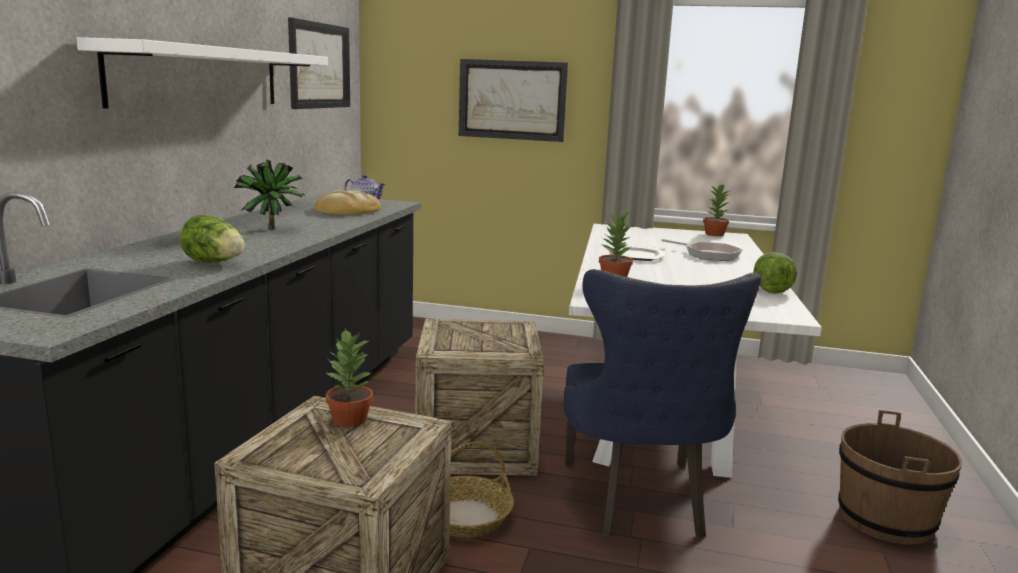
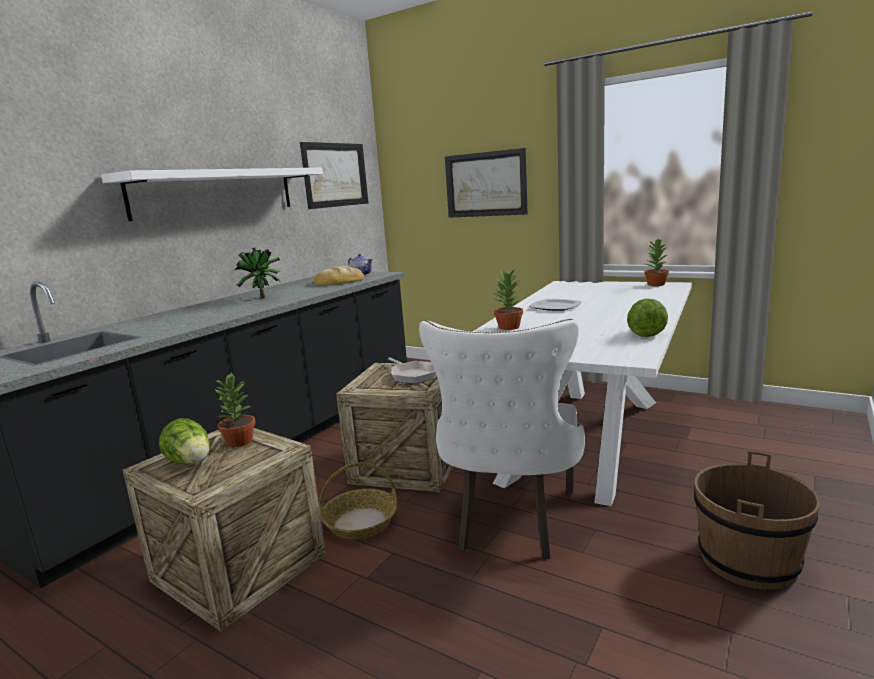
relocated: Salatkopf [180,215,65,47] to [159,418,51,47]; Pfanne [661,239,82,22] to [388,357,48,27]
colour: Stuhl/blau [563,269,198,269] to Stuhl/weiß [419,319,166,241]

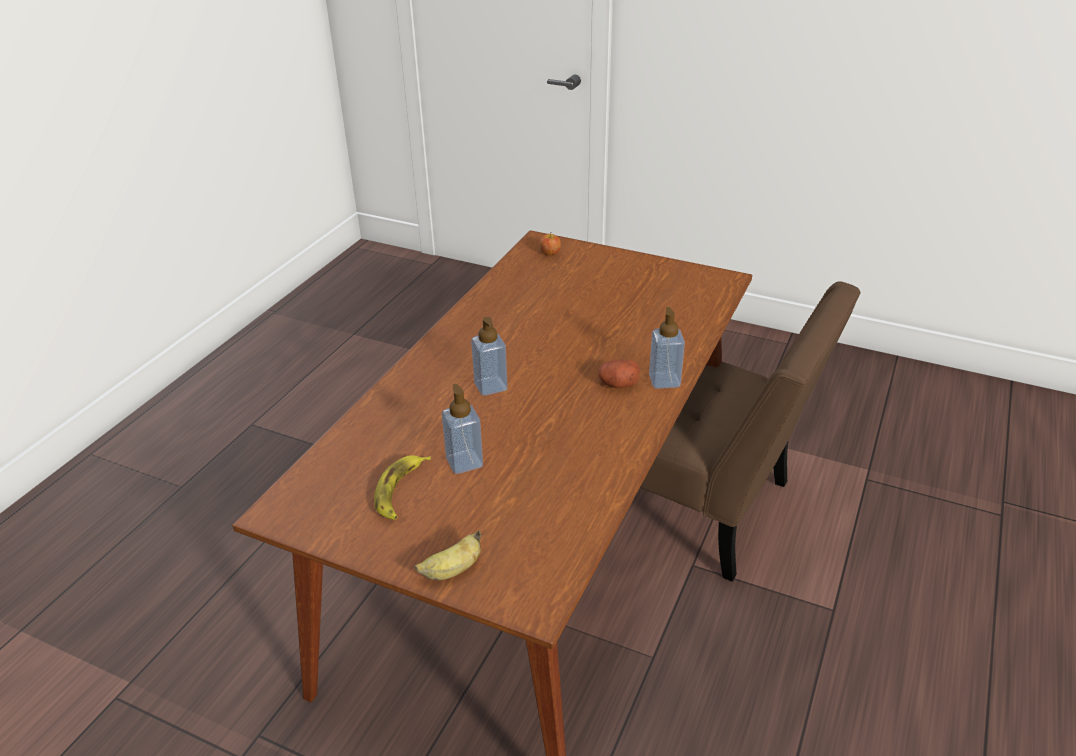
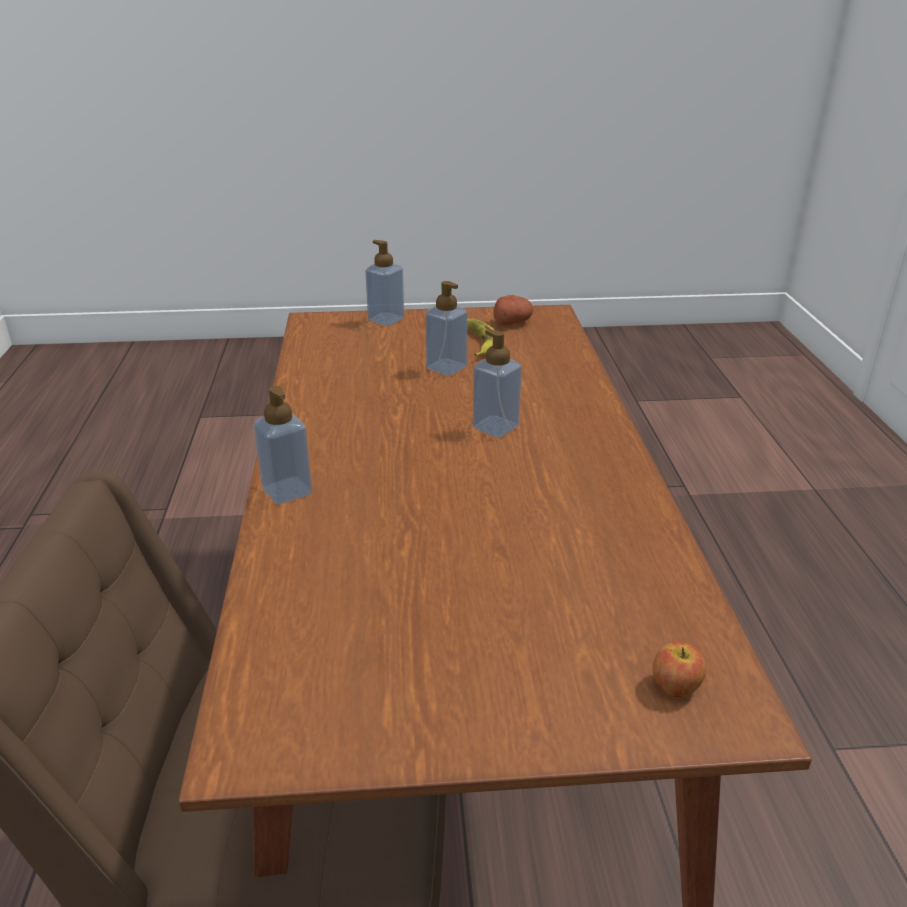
relocated: Kartoffel [598,360,42,28] to [493,295,40,31]
exchanged: Banane [415,530,66,50] to Seifenspender [365,240,39,86]

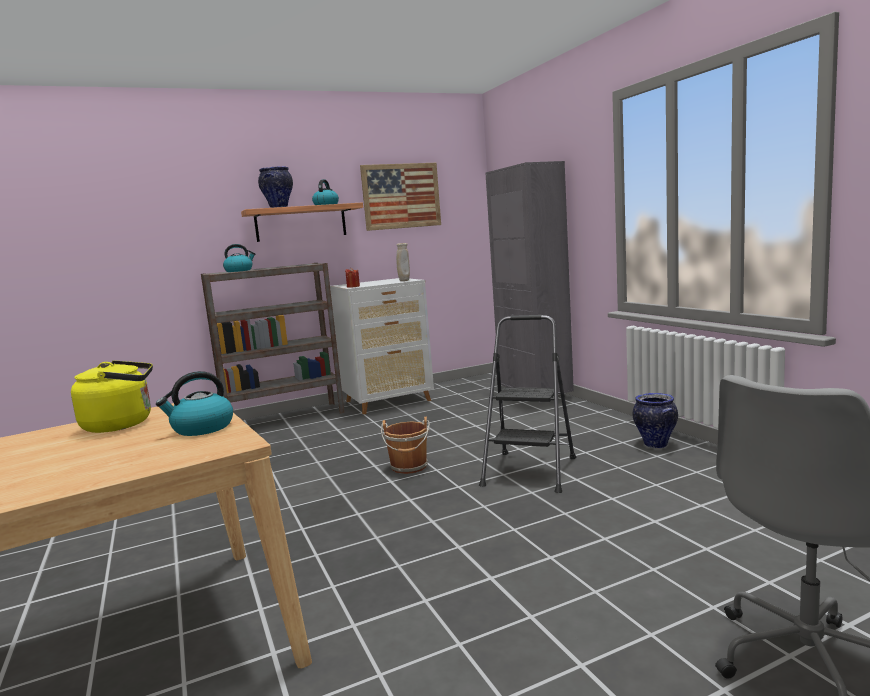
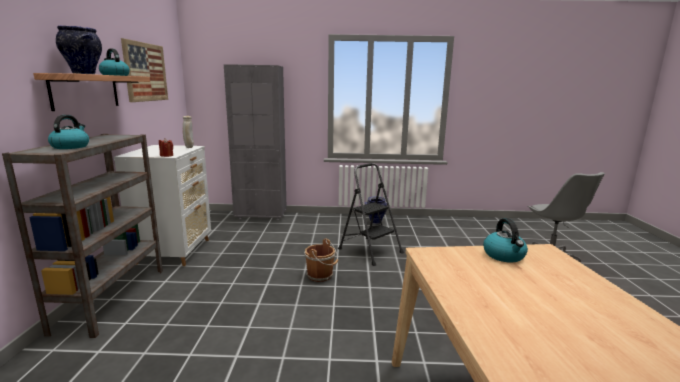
missing: Wasserkessel/gelb [71,361,82,72]

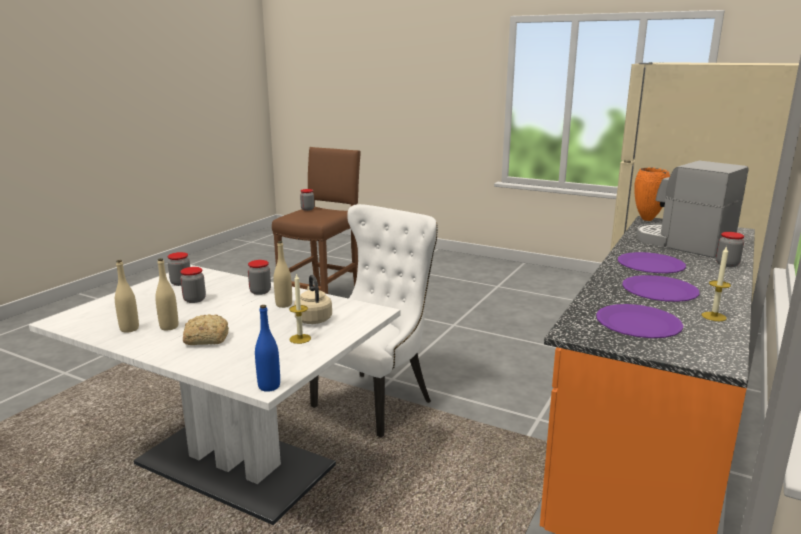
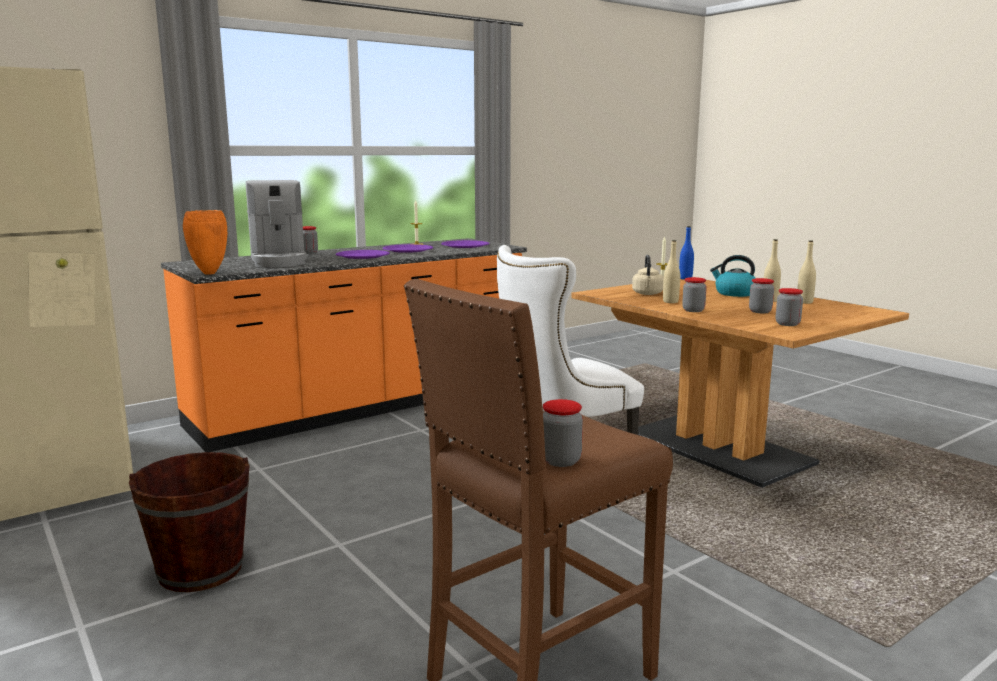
appeared: Eimer/braun [129,452,121,140]
exchanged: Brot [183,314,46,31] to Wasserkessel [710,255,45,42]
colour: Esstisch/weiß [29,265,371,260] to Esstisch/braun [571,279,338,209]

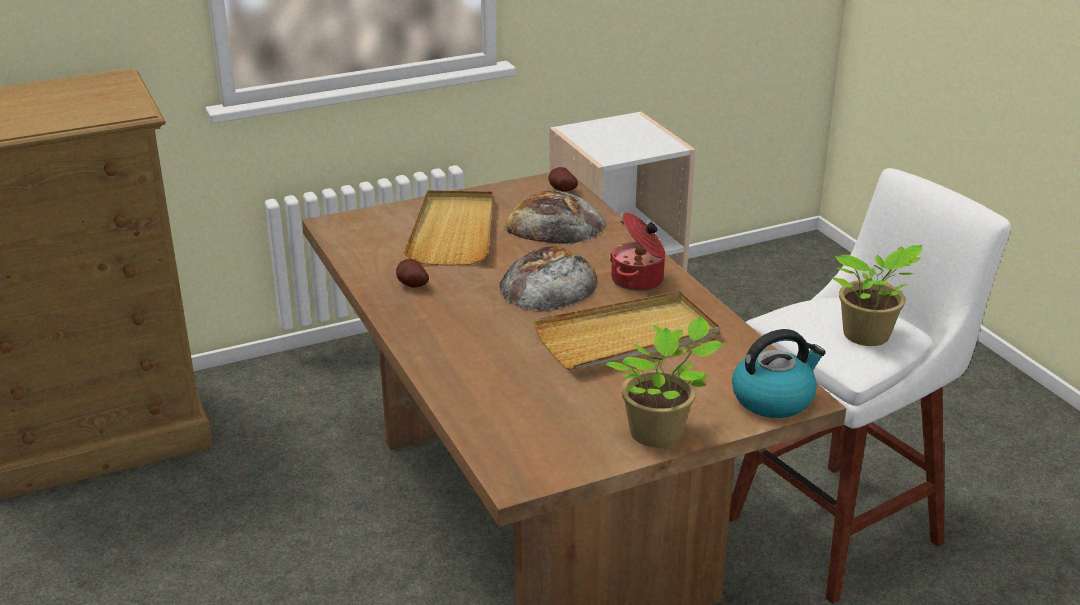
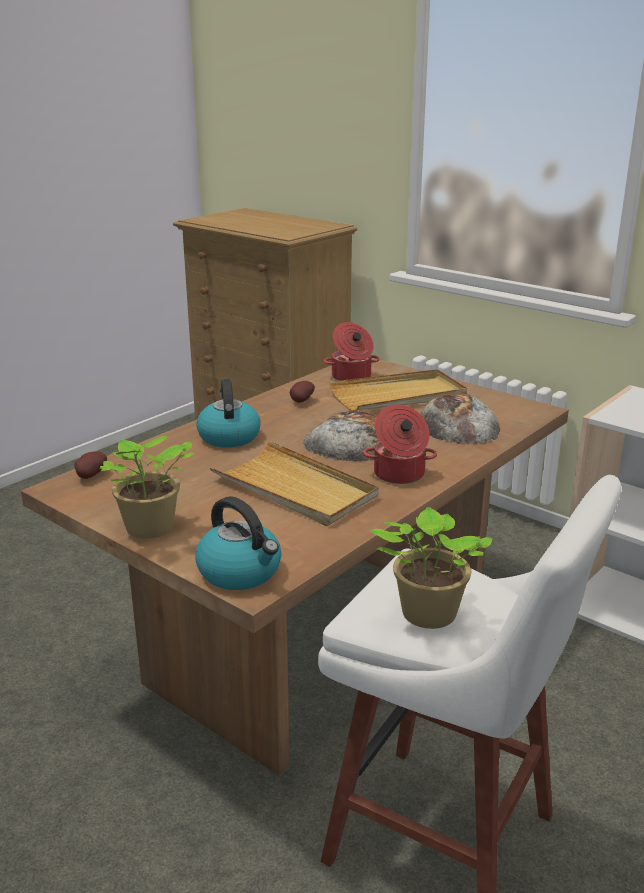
appeared: Wasserkessel [196,379,65,69]; Kochtopf [324,322,56,59]
relocated: Kartoffel [549,167,29,25] to [74,451,33,28]

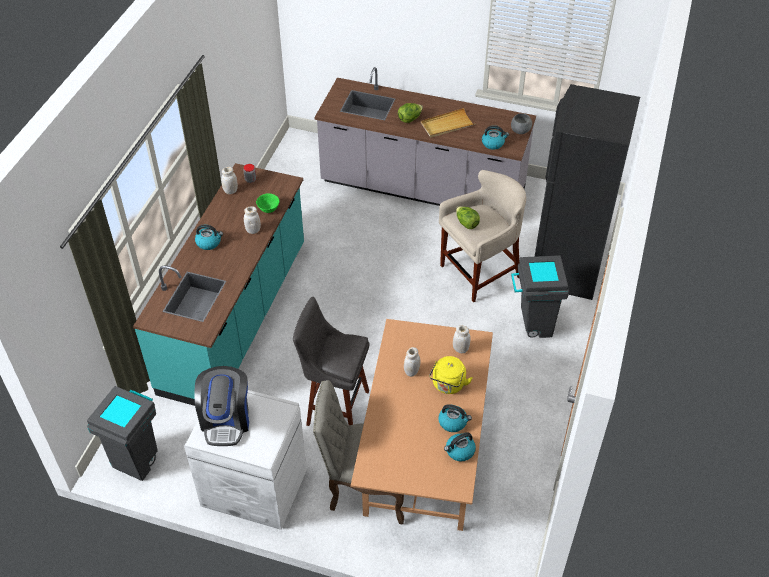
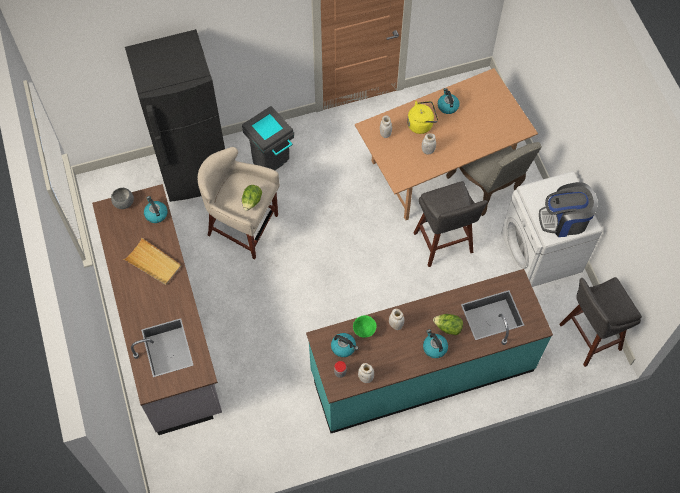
relocated: Wasserkessel [444,433,32,29] to [331,333,27,24]; Salatkopf [398,103,25,20] to [433,314,30,21]
exchanged: Mülleimer/grau [87,386,71,95] to Hocker/grau [559,277,83,90]
spun: Kaffeemaschine [194,366,55,80] = [539,182,59,55] 150 degrees counterclockwise

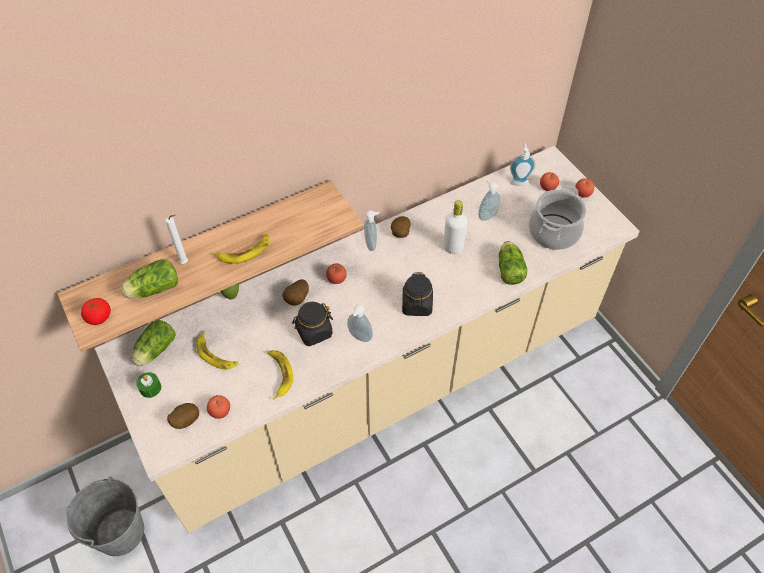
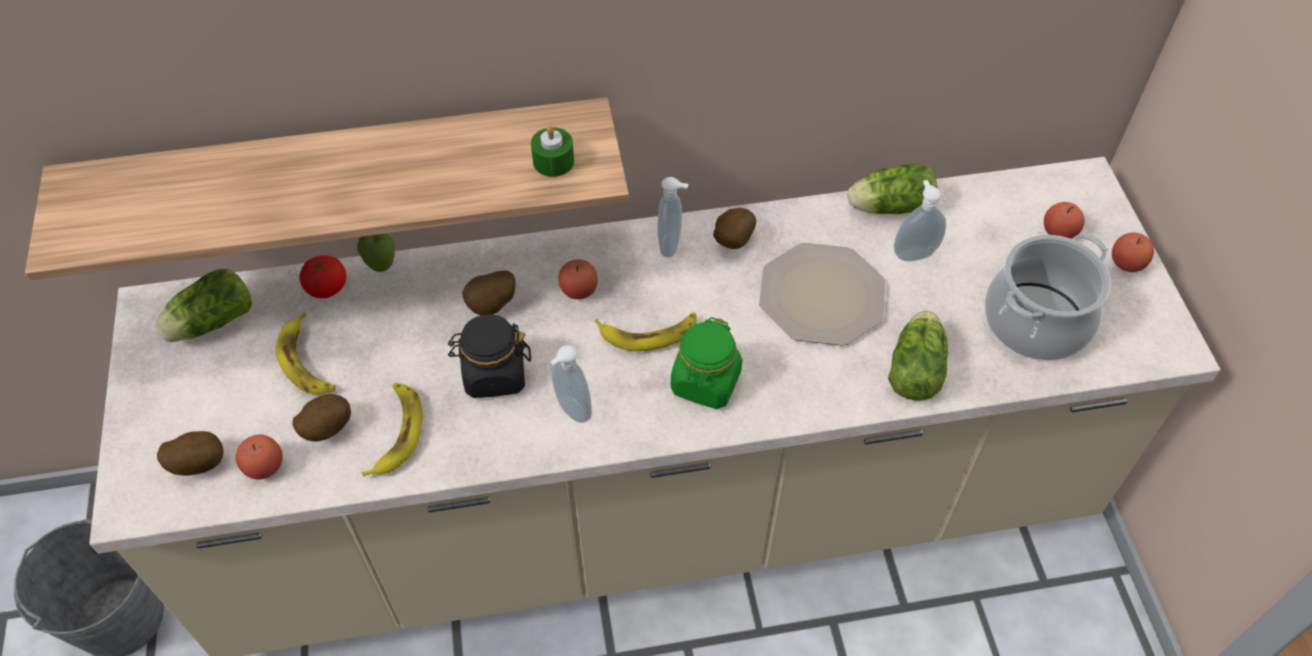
missing: Kerze/weiß [165,215,23,49]; Seifenspender [510,142,25,44]
appeared: Kartoffel [292,394,59,48]
relocated: Tomate [81,298,30,27] to [299,255,47,43]; Kerze/grün [136,372,25,26] to [531,125,43,52]; Banane [213,234,57,30] to [594,312,102,39]; Salatkopf [121,259,57,40] to [848,163,89,51]
exchanged: Flasche/weiß [444,200,24,54] to Teller [759,243,127,103]
colour: Vorratsglas/schwarz [402,272,31,44] to Vorratsglas/grün [671,317,71,92]

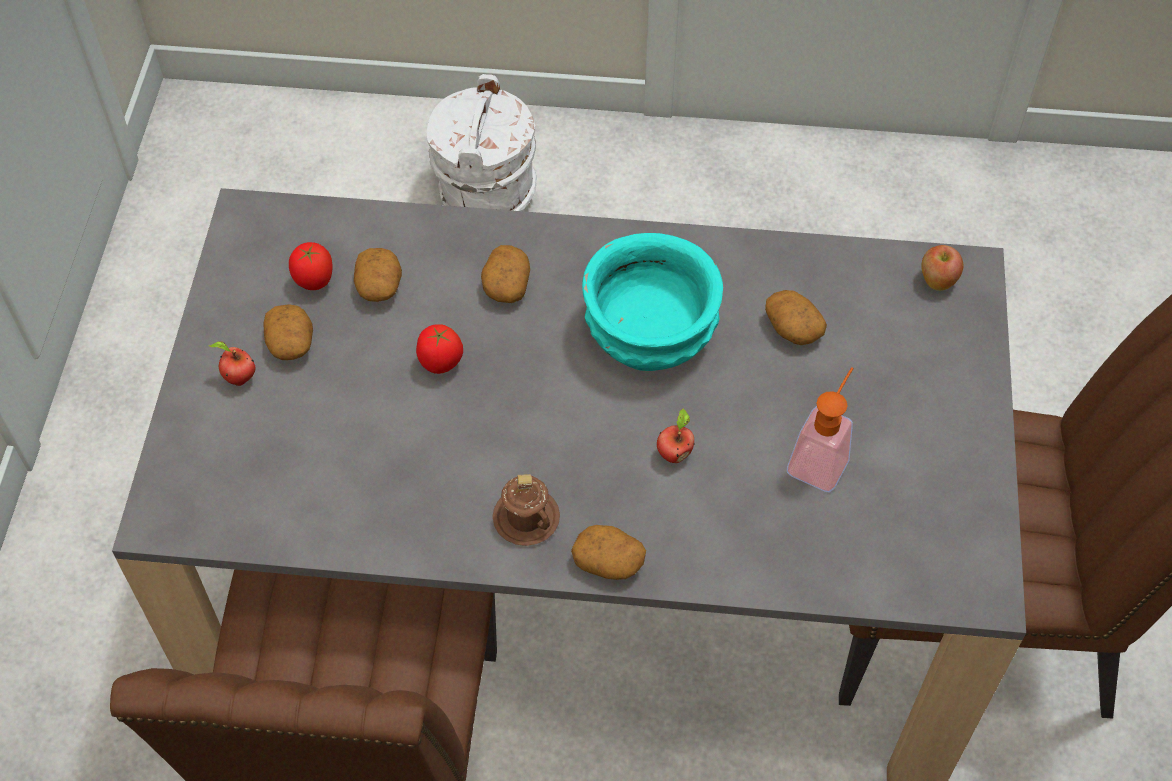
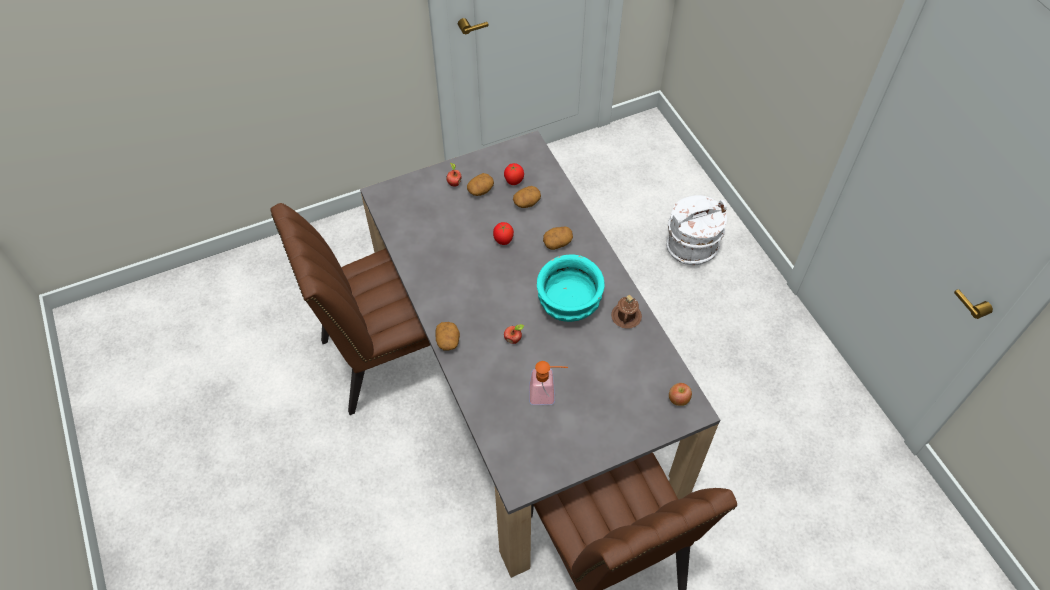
missing: Kartoffel [765,290,62,55]
relocated: Henkelbecher/braun [492,474,68,72] to [611,295,31,34]

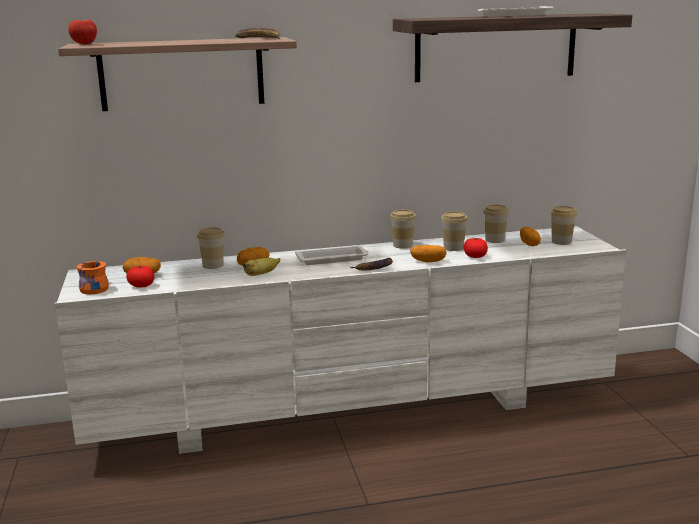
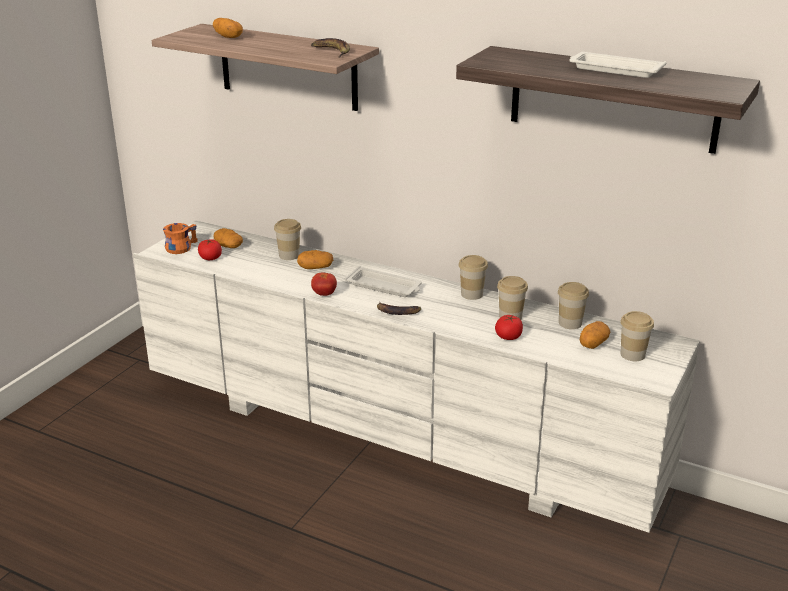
missing: Banane [243,257,37,19]
relocated: Kartoffel [410,245,37,17] to [213,18,30,20]; Tomate [68,20,29,25] to [311,273,26,23]

